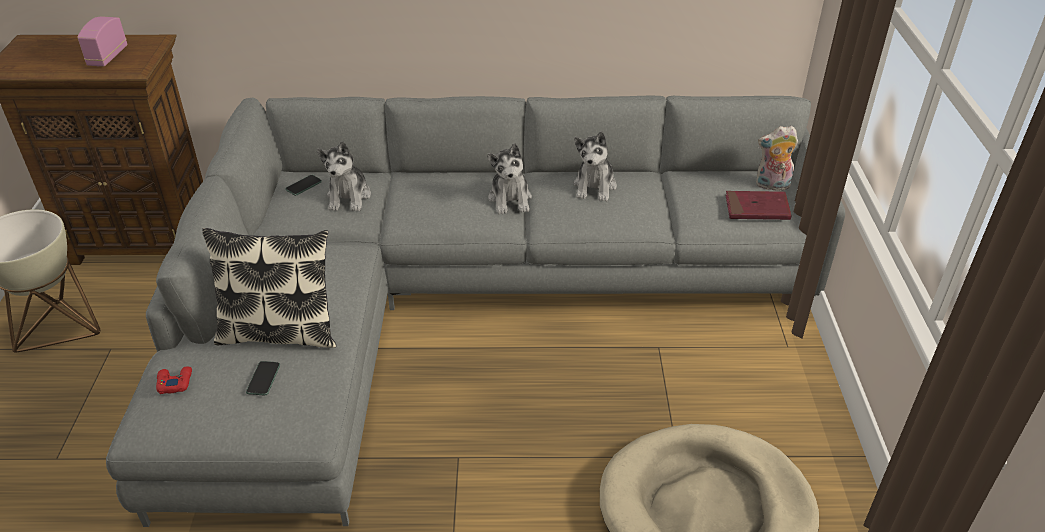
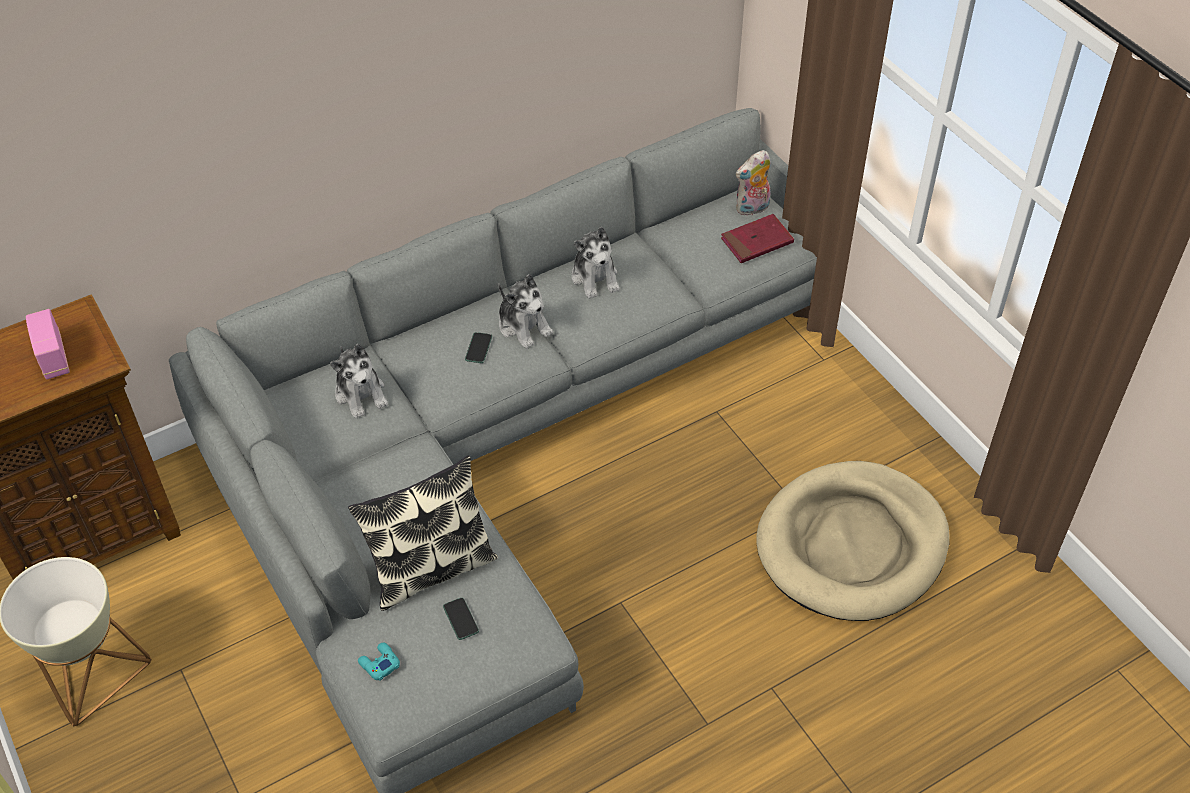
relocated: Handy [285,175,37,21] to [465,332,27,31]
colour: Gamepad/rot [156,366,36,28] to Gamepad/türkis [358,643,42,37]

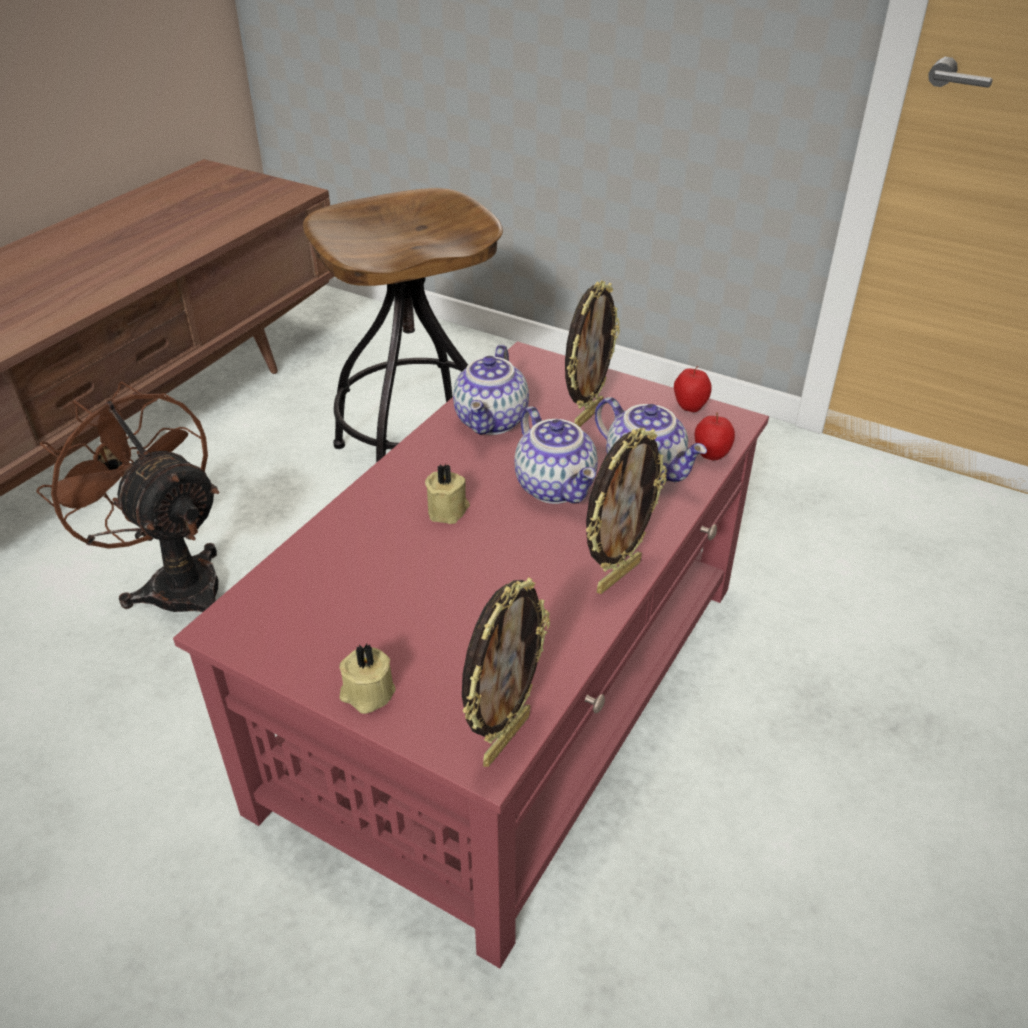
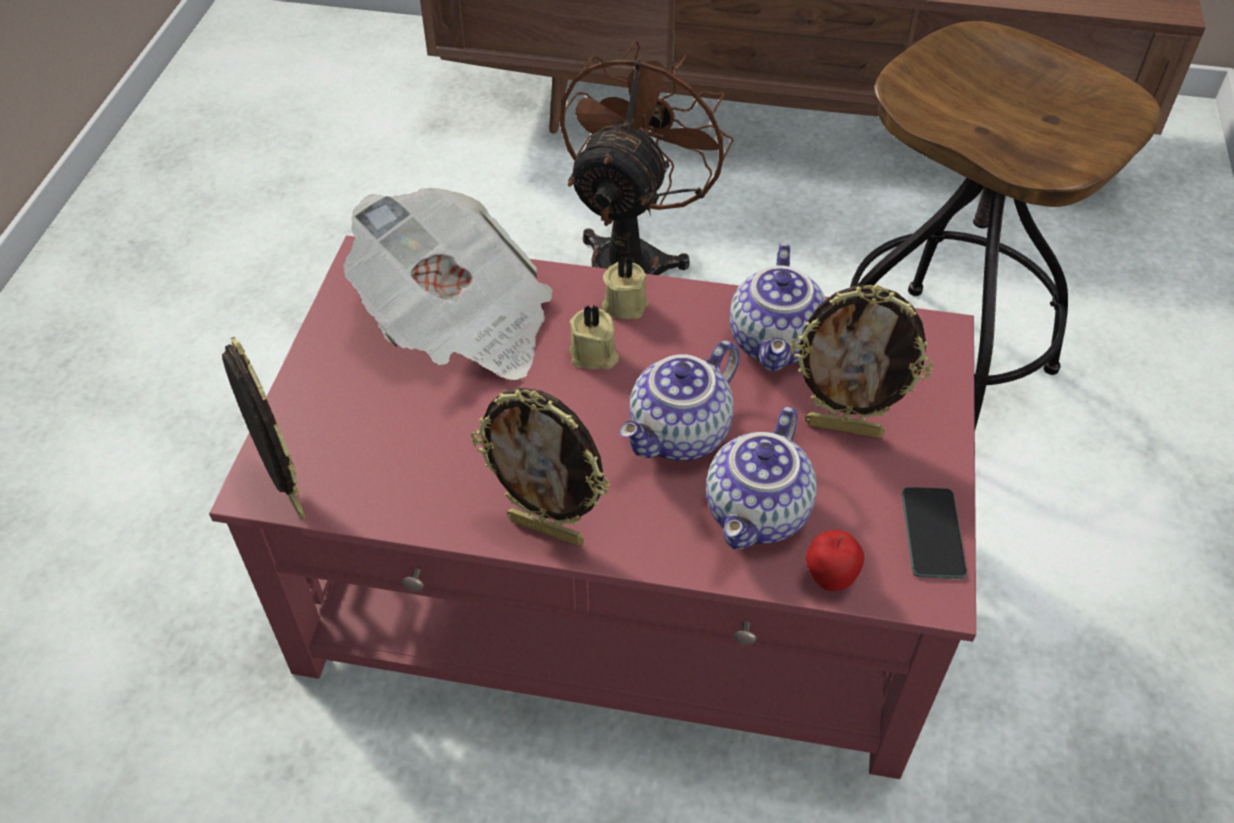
appeared: Zeitung [343,188,210,192]
relocated: Kerze/beige [339,643,57,71] to [601,256,47,63]
exchanged: Apfel [674,366,38,46] to Handy [902,487,65,92]
spun: Bilderrahmen [462,577,88,190] = [222,337,83,183] 135 degrees counterclockwise; Teekanne [453,344,76,91] = [730,243,96,128] 75 degrees counterclockwise

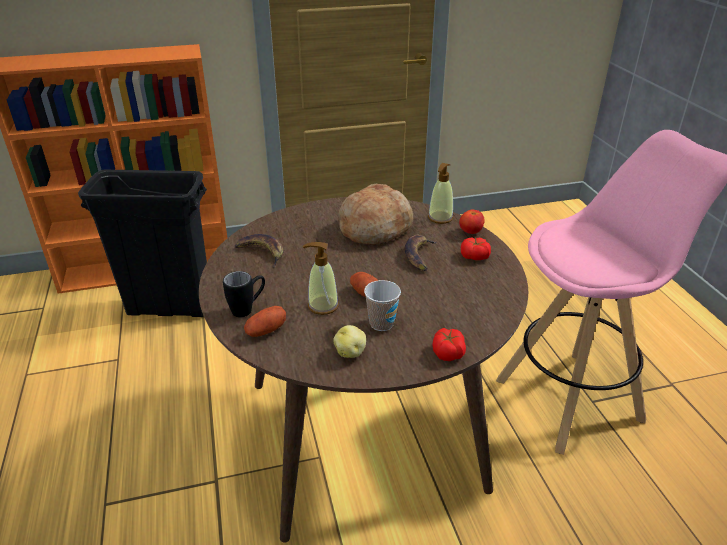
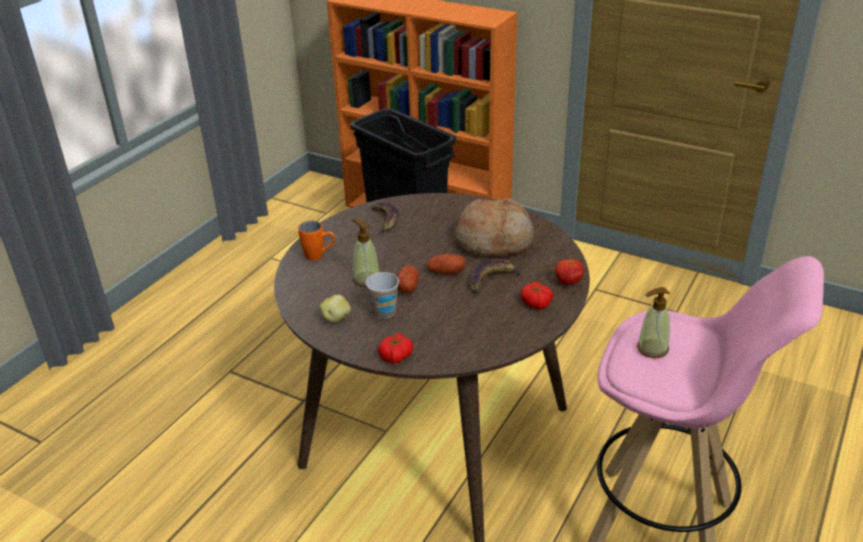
relocated: Kartoffel [244,306,42,31] to [427,254,39,20]; Seifenspender [428,163,25,61] to [637,287,33,71]
colour: Henkelbecher/schwarz [223,271,42,46] to Henkelbecher/orange [298,221,37,39]

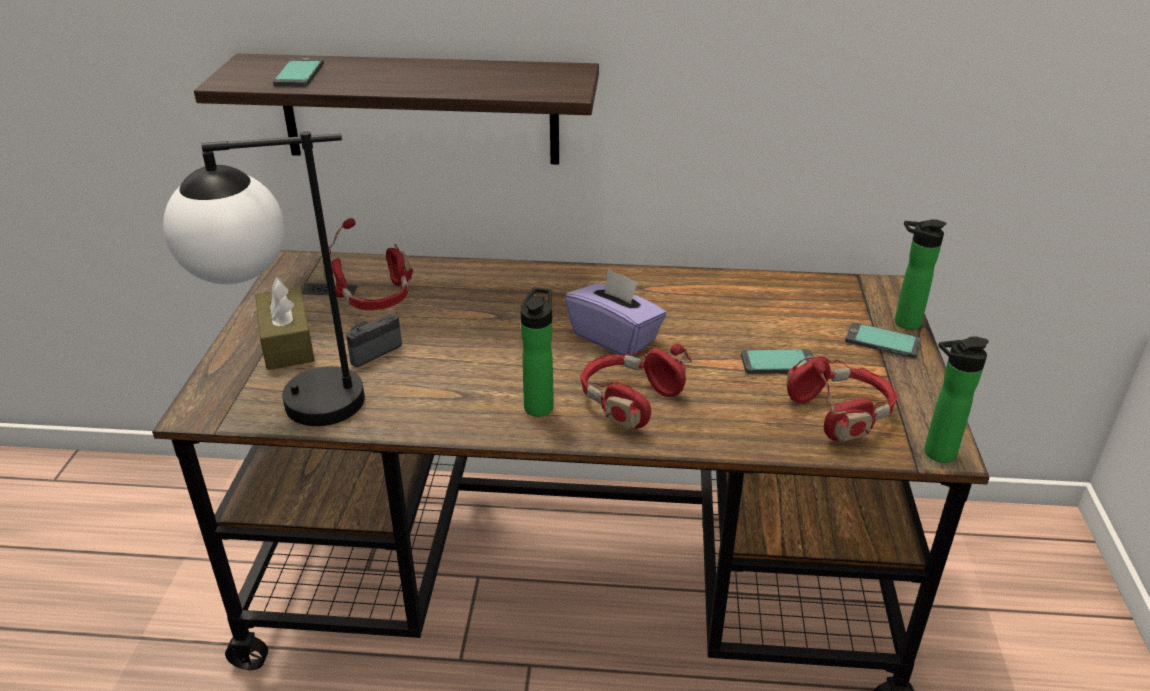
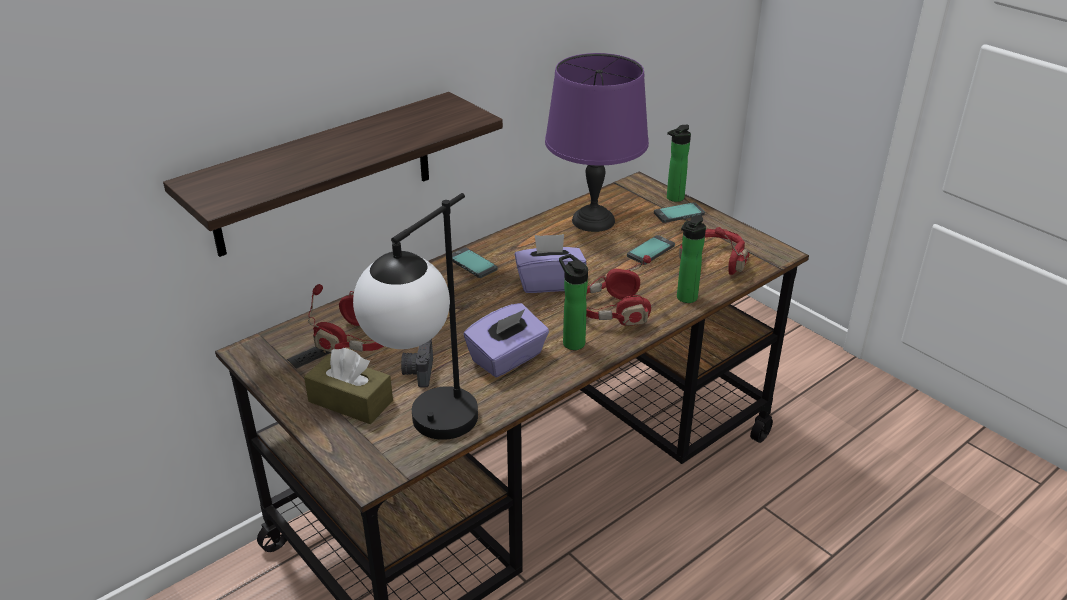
appeared: Taschentuchbox/lila [464,303,85,74]; Tischlampe/lila [545,53,104,179]
relocated: Handy [273,58,51,29] to [452,247,46,31]; Flasche [924,336,65,127] to [677,215,29,88]

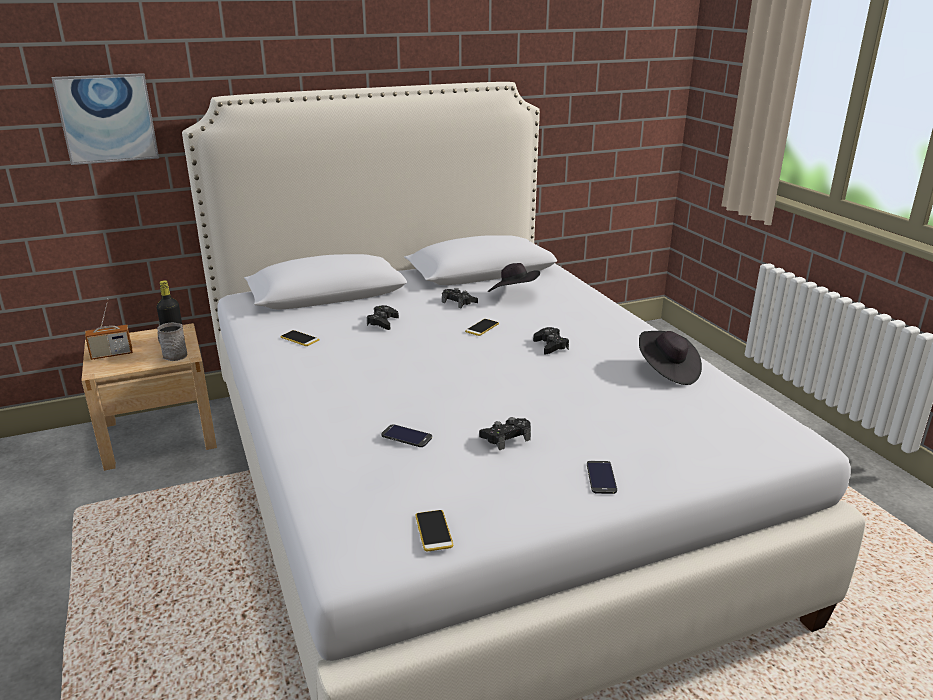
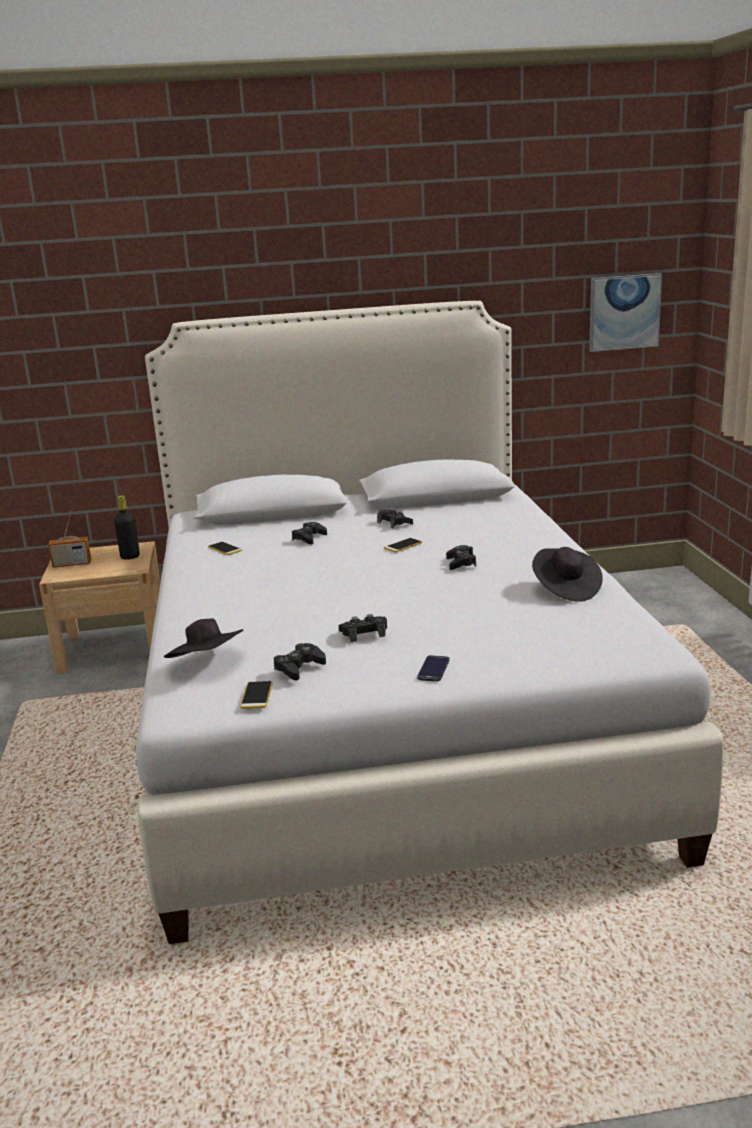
missing: Henkelbecher/grau [157,322,30,39]; Handy [381,424,51,23]
appeared: Gamepad/schwarz [274,643,52,37]
relocated: Hut/schwarz [488,263,52,29] to [164,618,79,40]; Bild [52,73,107,92] to [589,273,73,79]

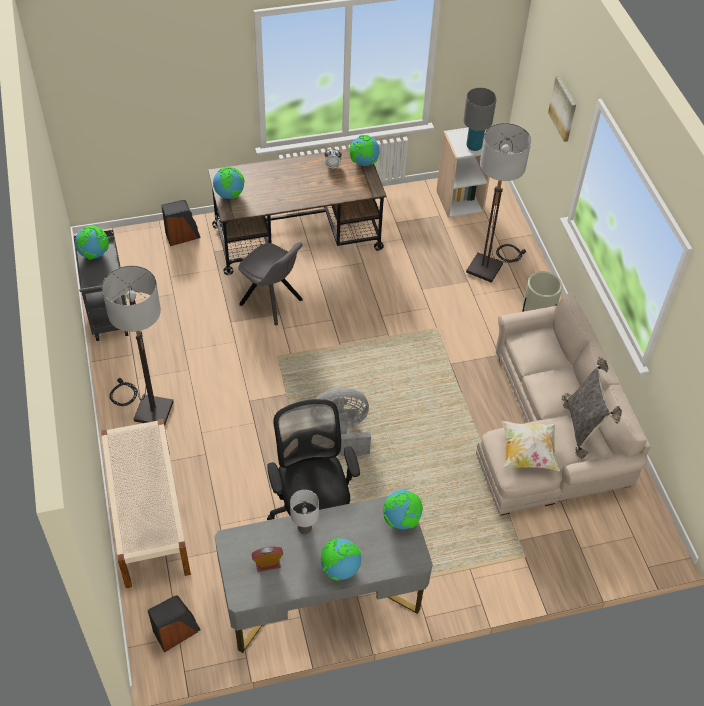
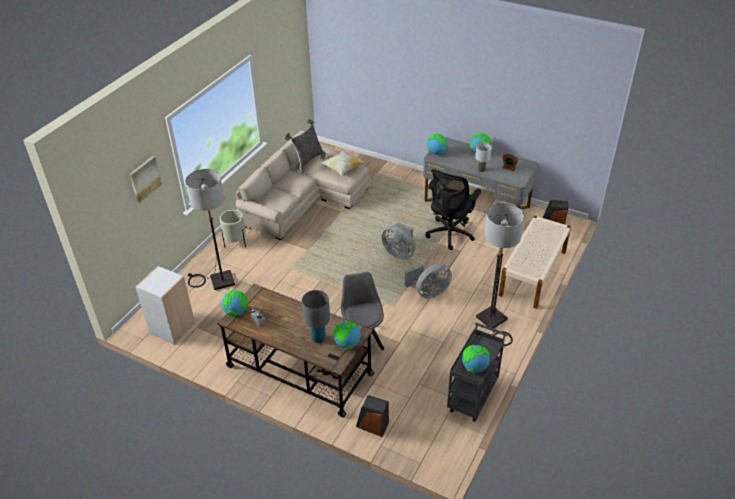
appeared: Ventilator/grau [405,264,47,35]
relocated: Tischlampe/grau [463,88,34,63] to [302,290,28,53]

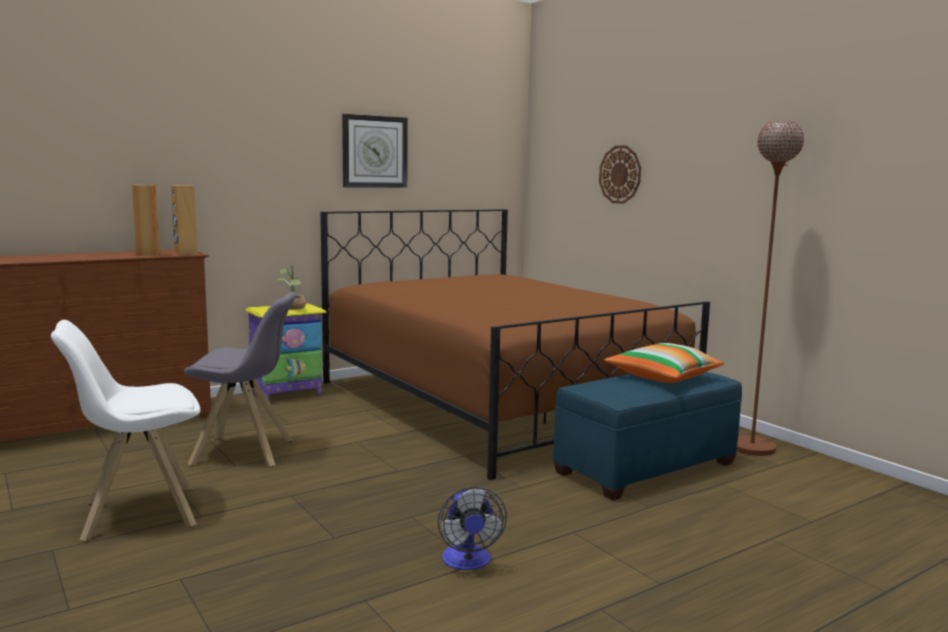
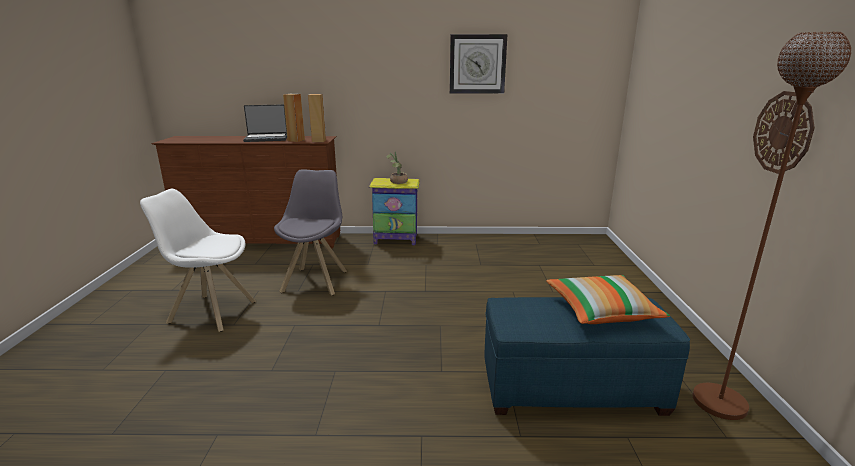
missing: Bett/braun [320,209,390,271]; Ventilator [438,487,69,83]
appeared: Laptop [243,104,44,38]
relocated: Wanduhr [599,146,42,58] to [753,91,62,83]
spun: Stuhl/grau [184,292,112,175] = [274,169,73,126] 120 degrees counterclockwise

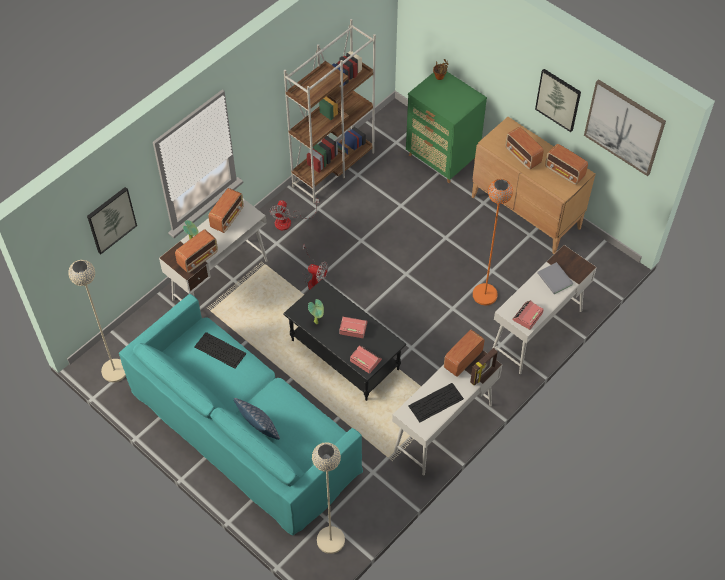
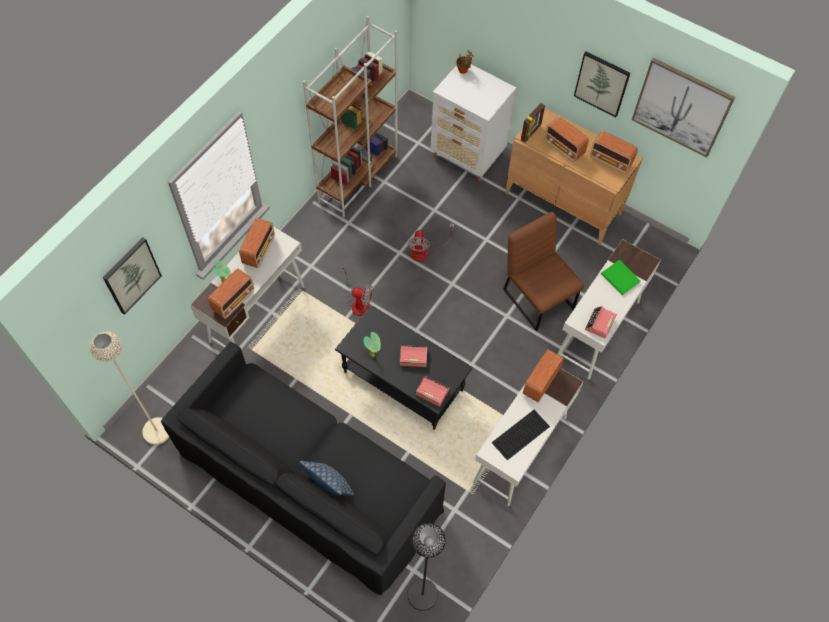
missing: Tastatur [194,332,53,37]
relocated: Ventilator [269,198,50,32] to [407,223,47,38]; Bilderrahmen [470,348,28,38] to [521,103,24,39]
exchanged: Stehlampe/orange [473,179,40,126] to Stuhl/braun [503,212,81,119]
colour: Sofa/türkis [119,294,244,241] to Sofa/schwarz [161,342,285,253]; Stehlampe/beige [312,442,33,112] to Stehlampe/schwarz [407,523,39,88]; Kommode/grün [406,72,81,111] to Kommode/weiß [430,64,87,117]; Buch/grau [537,262,36,32] to Buch/grün [601,260,40,35]

